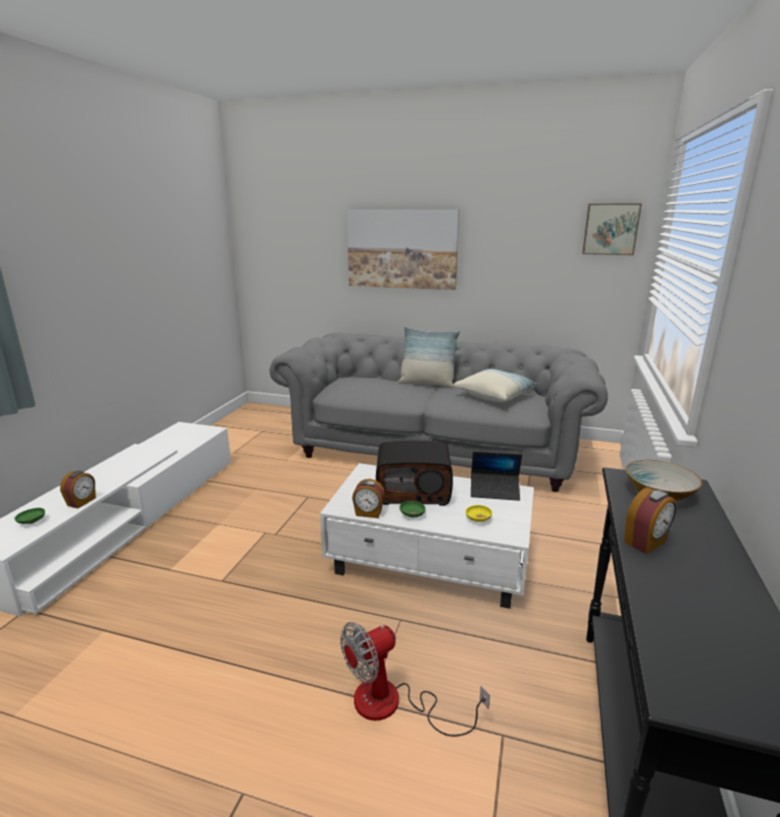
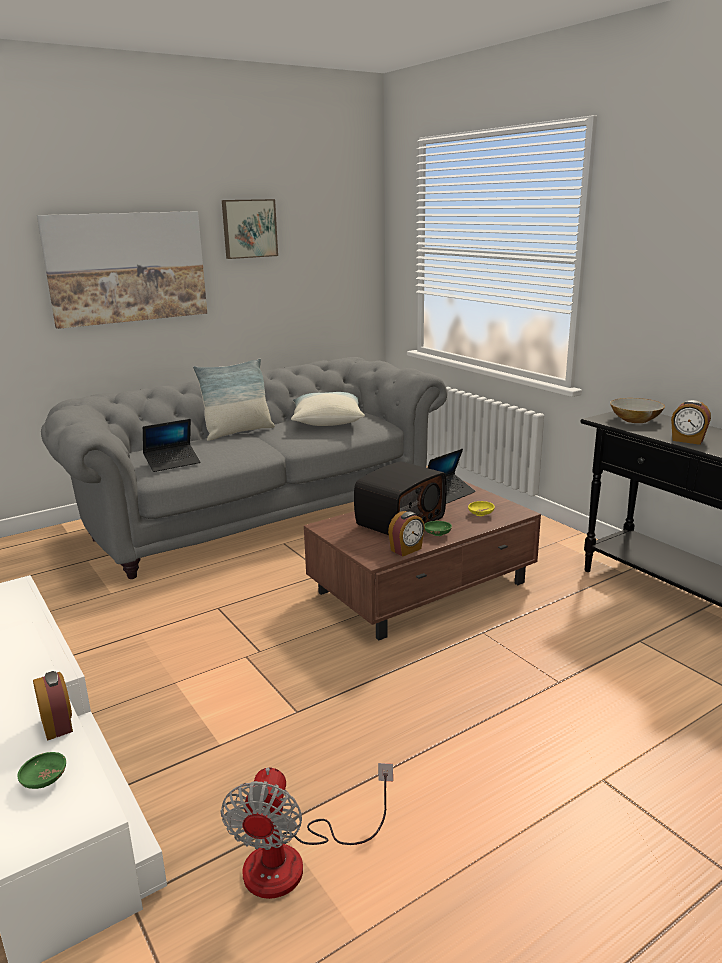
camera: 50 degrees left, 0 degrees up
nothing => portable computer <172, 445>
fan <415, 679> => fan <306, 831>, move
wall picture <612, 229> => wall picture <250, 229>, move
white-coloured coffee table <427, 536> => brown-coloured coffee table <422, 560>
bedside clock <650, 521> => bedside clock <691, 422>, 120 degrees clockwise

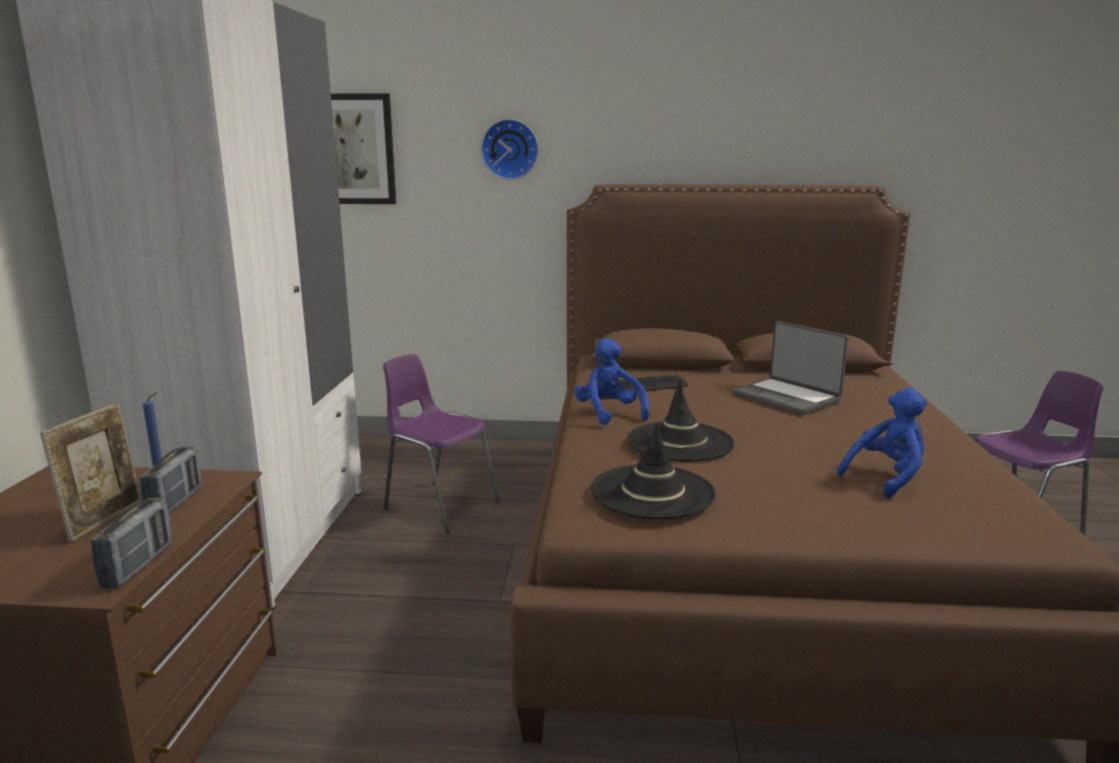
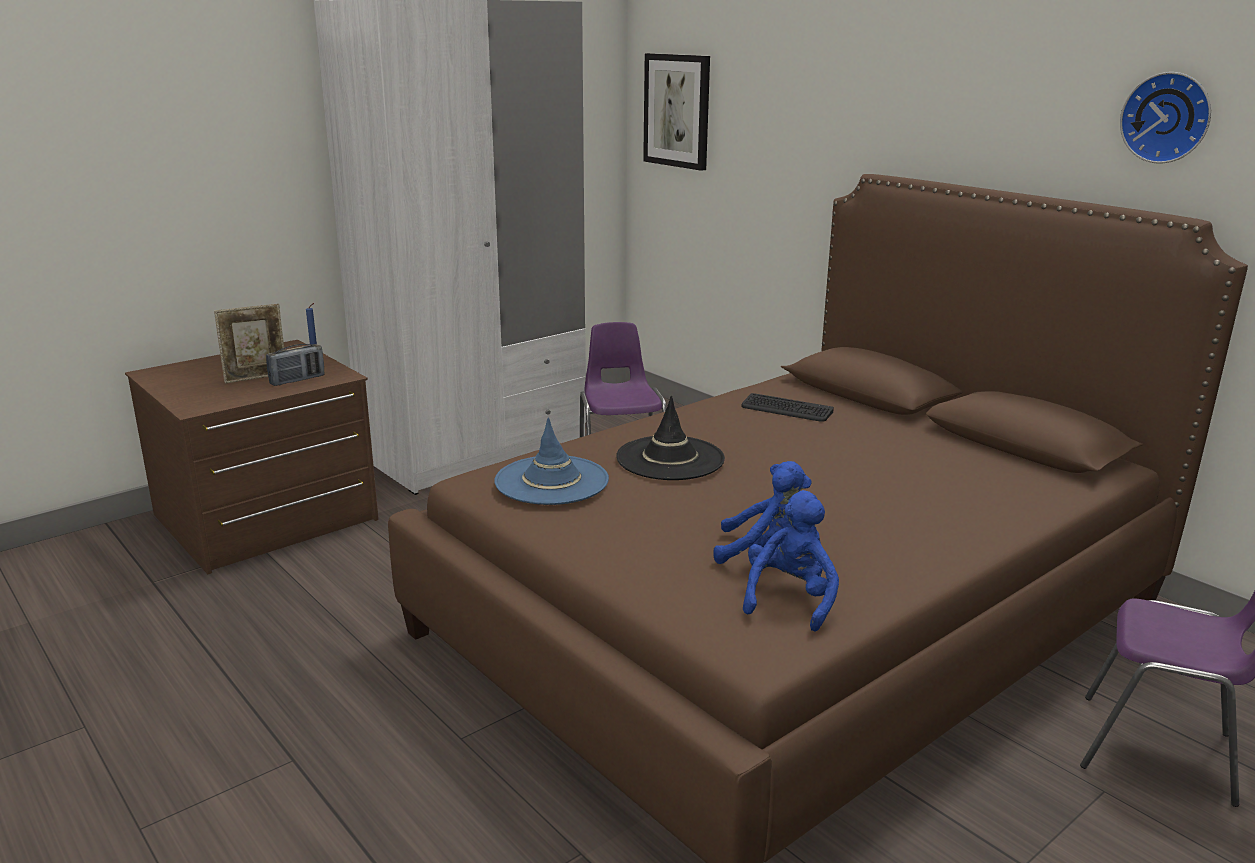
camera: 45 degrees right, 5 degrees up
black hat <653, 471> => bluish hat <551, 461>
bluish soft toy <611, 381> => bluish soft toy <791, 561>, move
wall clock <510, 149> => wall clock <1165, 117>, move
radio set <131, 543> => nothing
portable computer <791, 368> => nothing

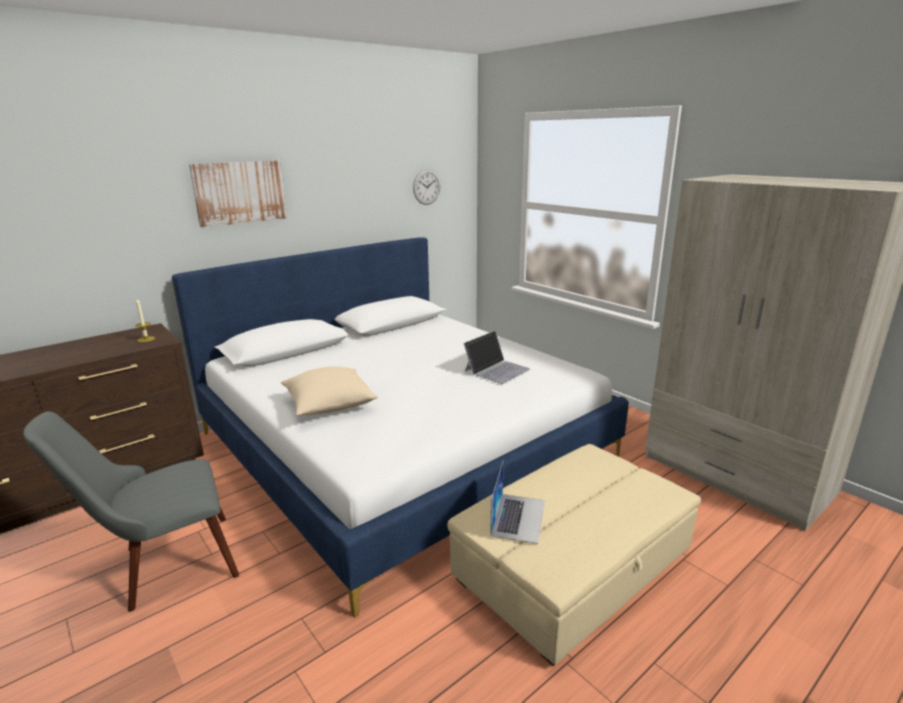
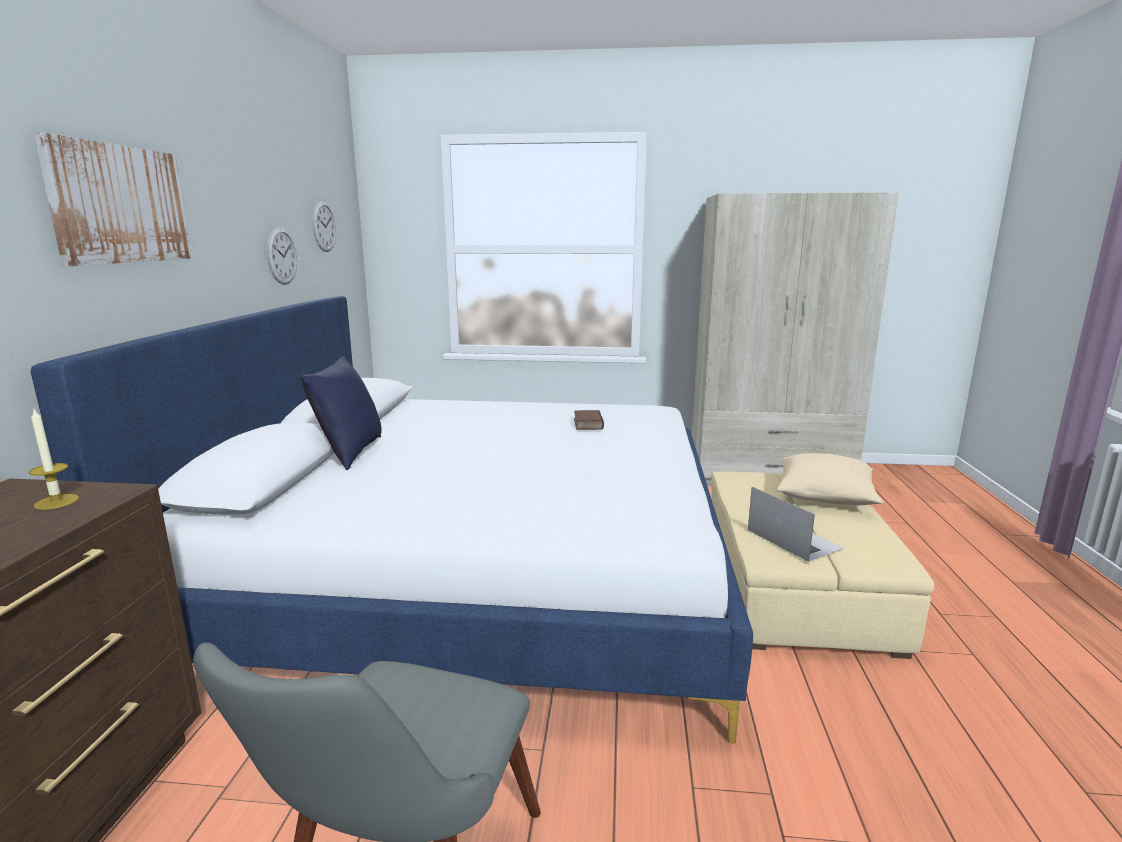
camera: 45 degrees left, 5 degrees down
nothing => wall clock <282, 256>
nothing => bluish cushion <341, 413>
portable computer <497, 357> => volume <589, 420>
beige-coloured cushion <329, 390> => beige-coloured cushion <830, 479>, move

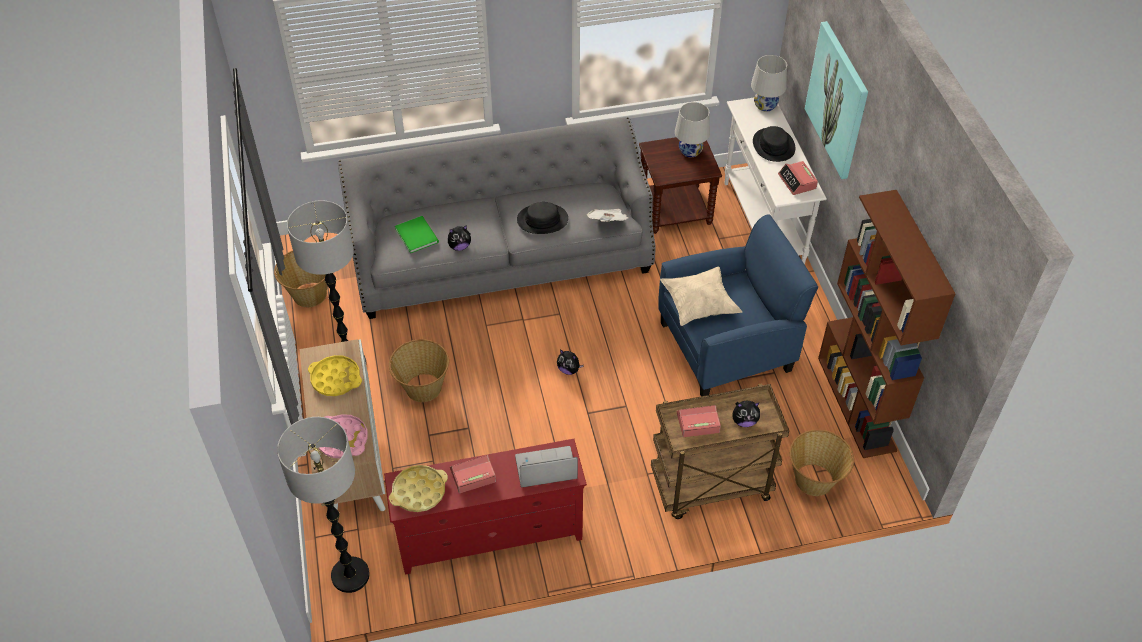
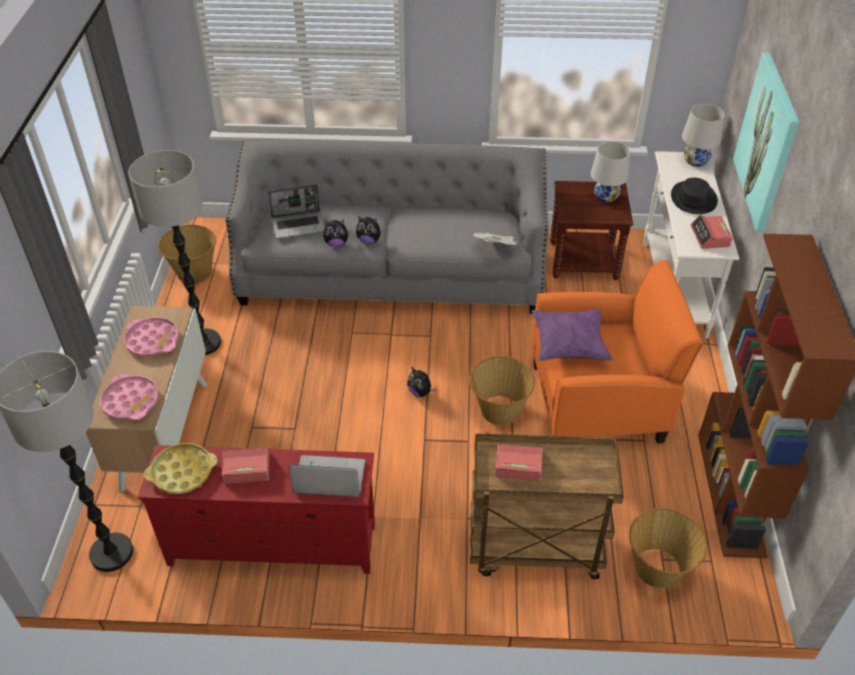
camera: 15 degrees right, 5 degrees down
yellow tray <335, 375> => pinkish tray <151, 337>
green-coloured volume <417, 234> => portable computer <296, 211>
soft toy <746, 414> => soft toy <370, 230>, move
household basket <419, 370> => household basket <502, 390>, move
bluish easy chair <738, 305> => orangey easy chair <617, 351>
beige-coloured cushion <701, 296> => purple cushion <572, 335>
black hat <542, 218> => nothing

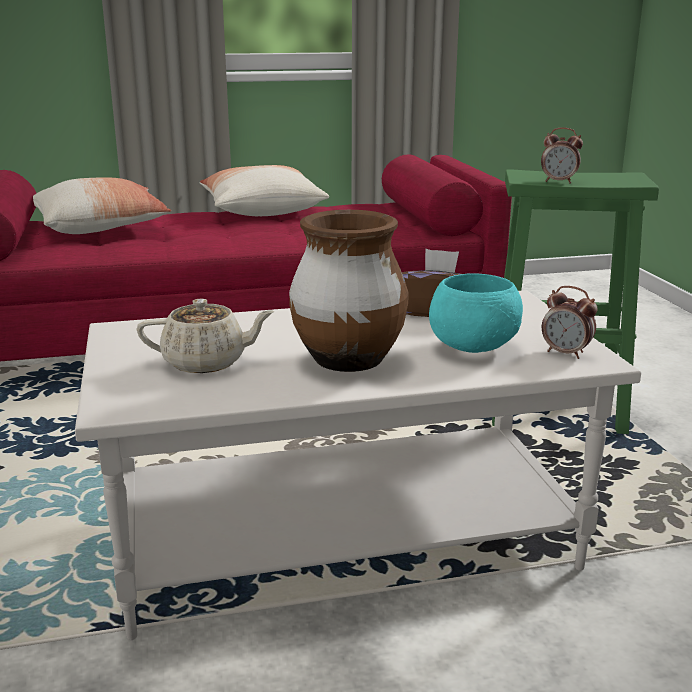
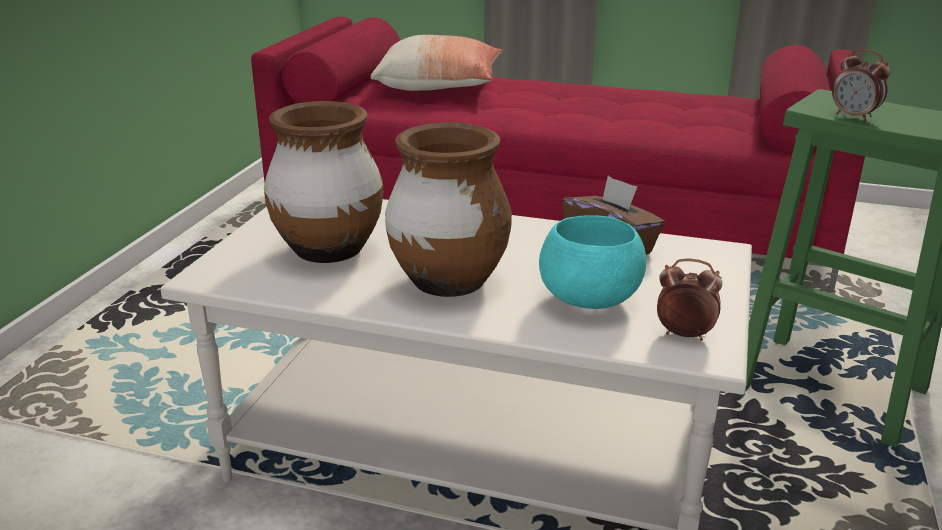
camera: 30 degrees right, 5 degrees up
beige-coloured teapot <205, 336> => brown-coloured flower vase <323, 182>
bedside clock <570, 322> => bedside clock <690, 300>, 135 degrees clockwise
cushion <264, 190> => nothing

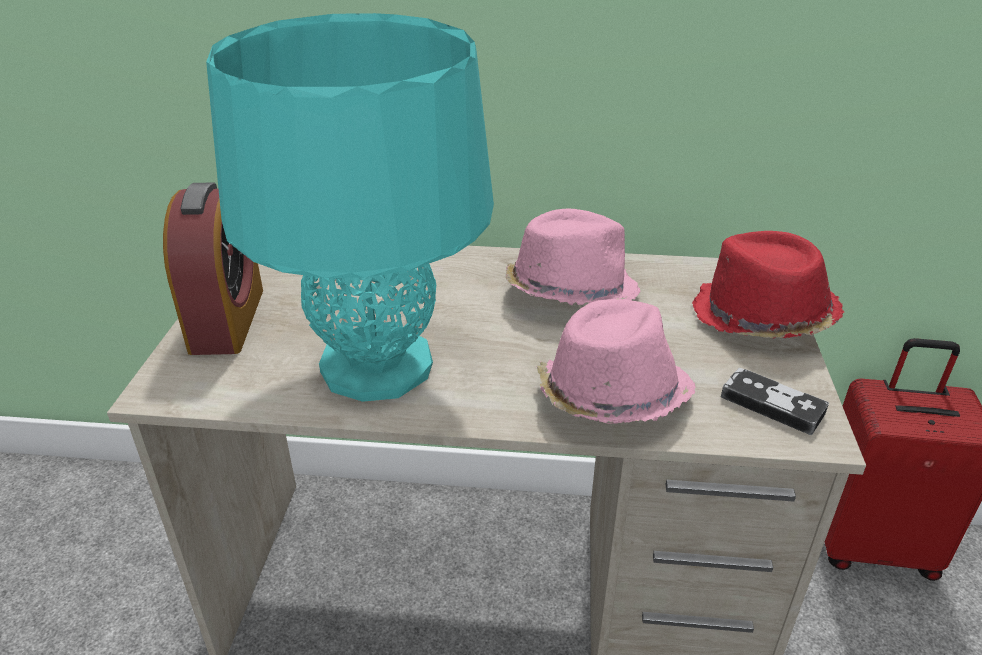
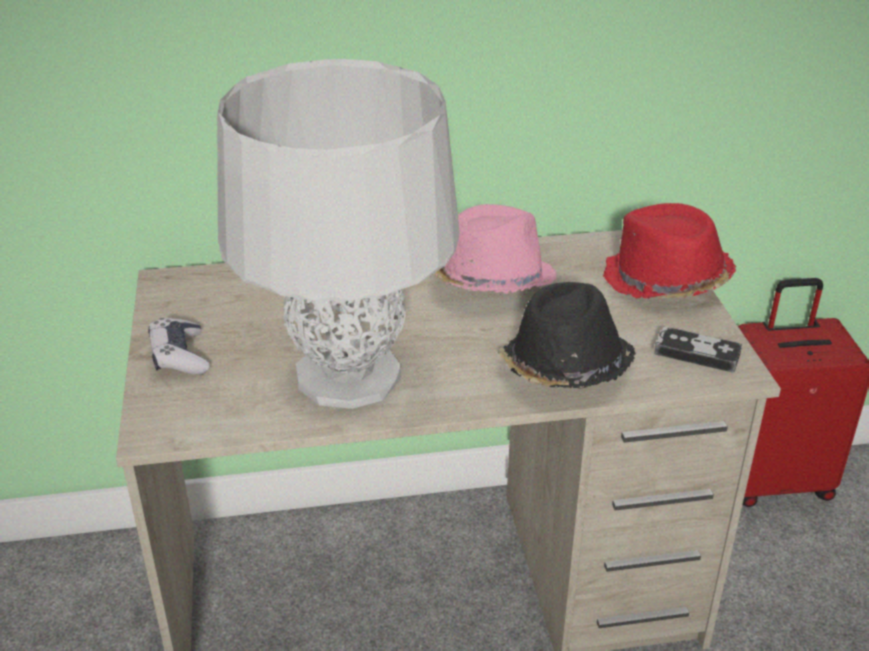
camera: 15 degrees left, 0 degrees up
bedside clock <213, 269> => game controller <178, 346>
turquoise lamp for a table <350, 207> => greyish lamp for a table <338, 234>
pinkish hat <616, 361> => black hat <567, 335>

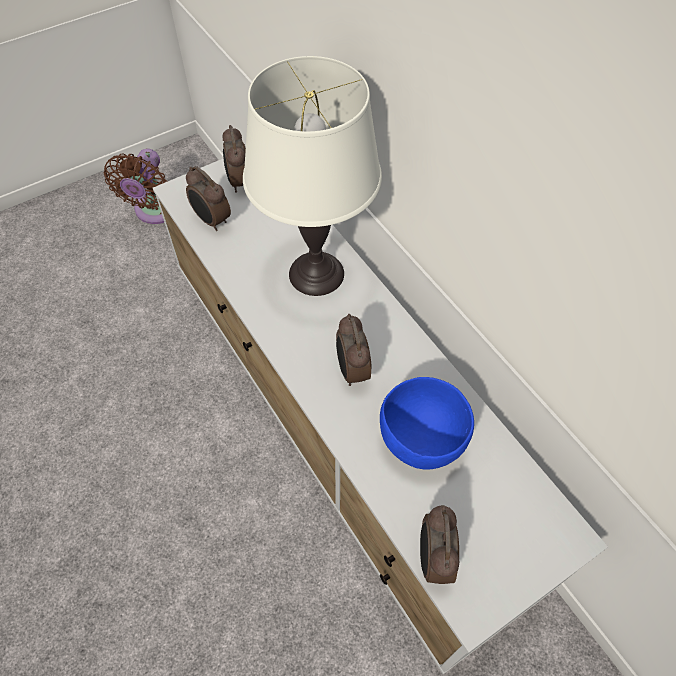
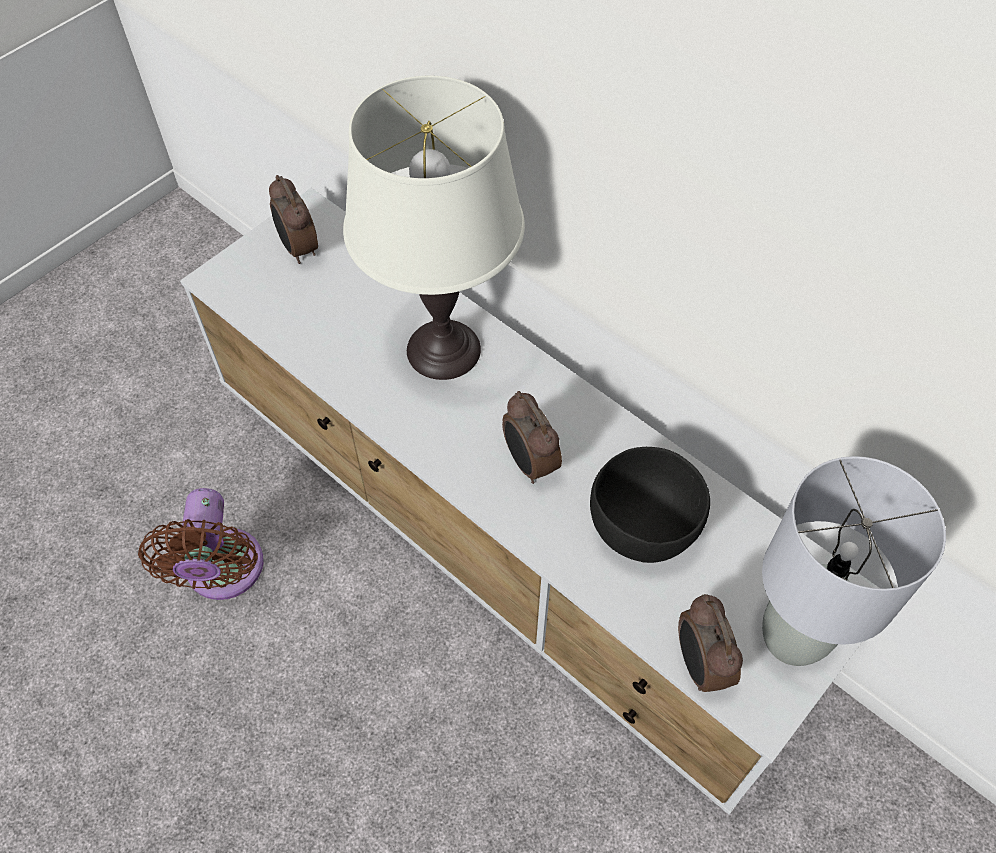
camera: 15 degrees left, 0 degrees up
brown-coloured fan <136, 186> => brown-coloured fan <201, 544>, move
bluish deep dish <427, 423> => black deep dish <650, 505>
nothing => greyish lamp for a table <854, 561>
bedside clock <208, 198> => nothing

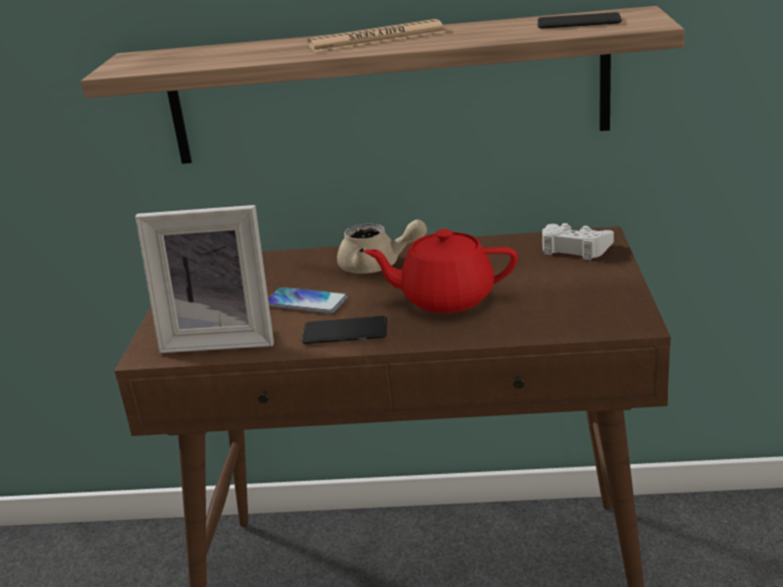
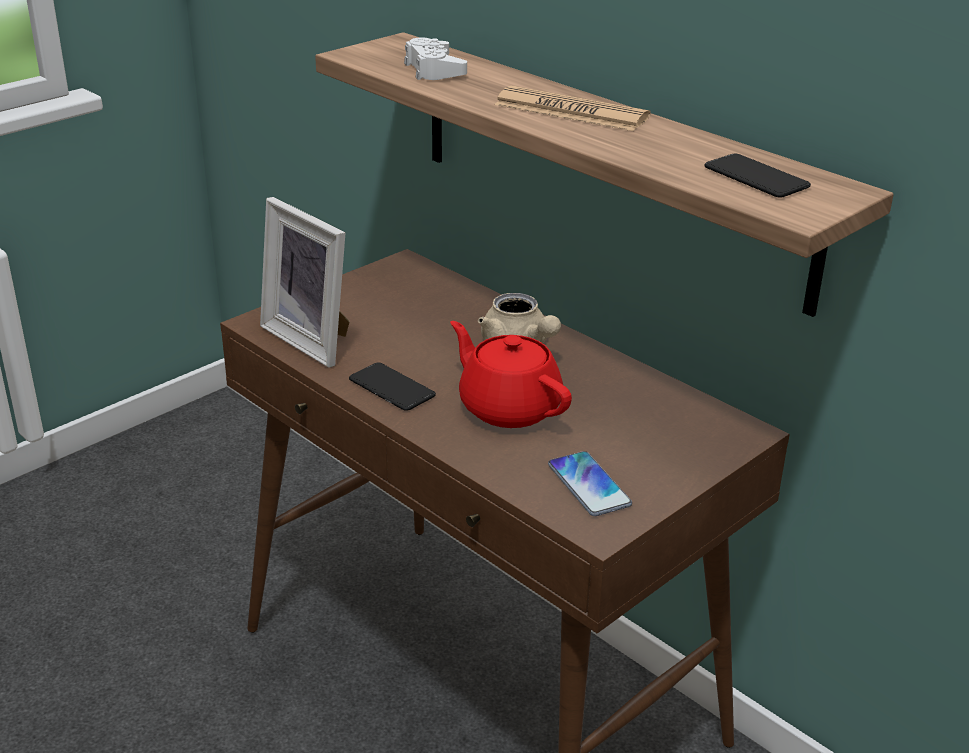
camera: 40 degrees right, 5 degrees up
white-coloured game controller <578, 242> => white-coloured game controller <435, 58>, move
phone <308, 300> => phone <590, 483>, move

